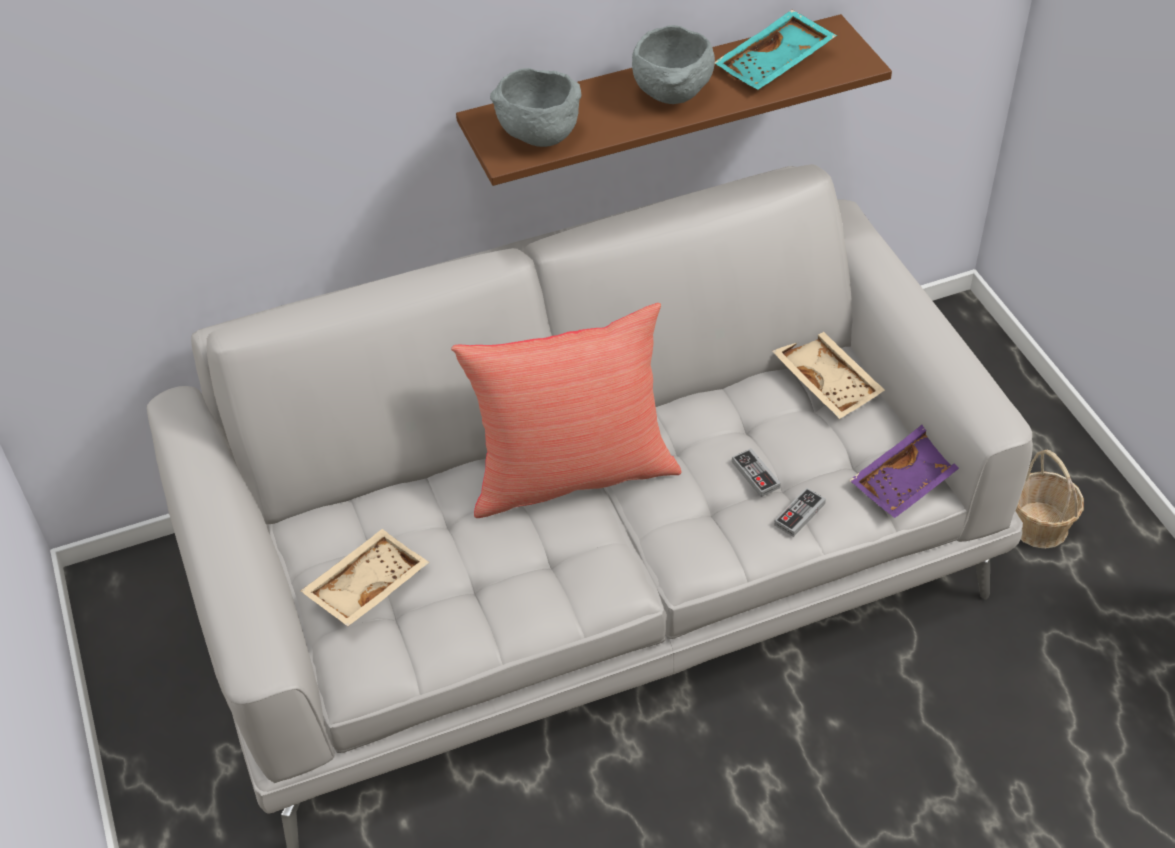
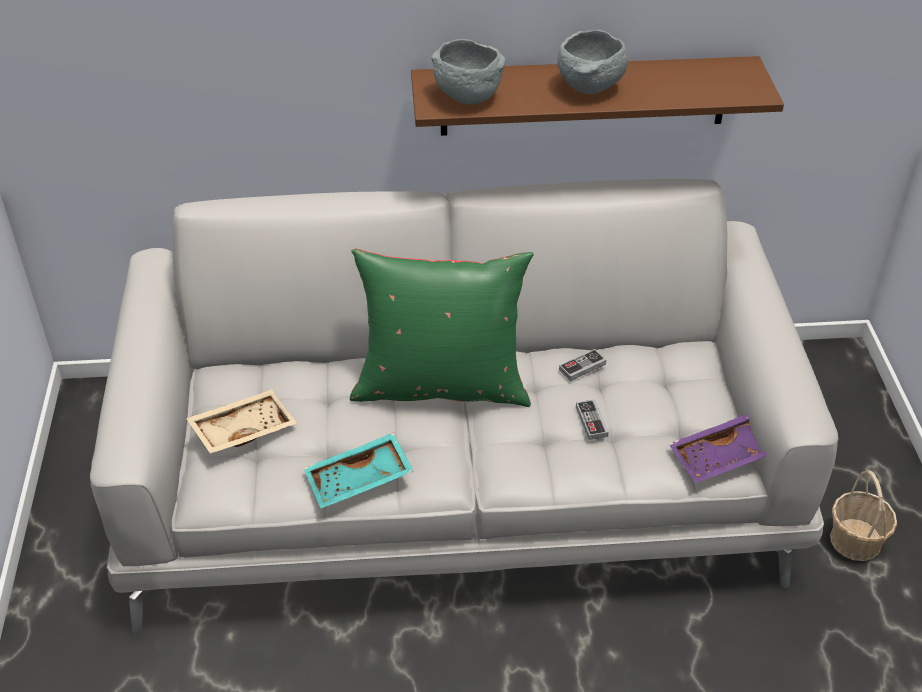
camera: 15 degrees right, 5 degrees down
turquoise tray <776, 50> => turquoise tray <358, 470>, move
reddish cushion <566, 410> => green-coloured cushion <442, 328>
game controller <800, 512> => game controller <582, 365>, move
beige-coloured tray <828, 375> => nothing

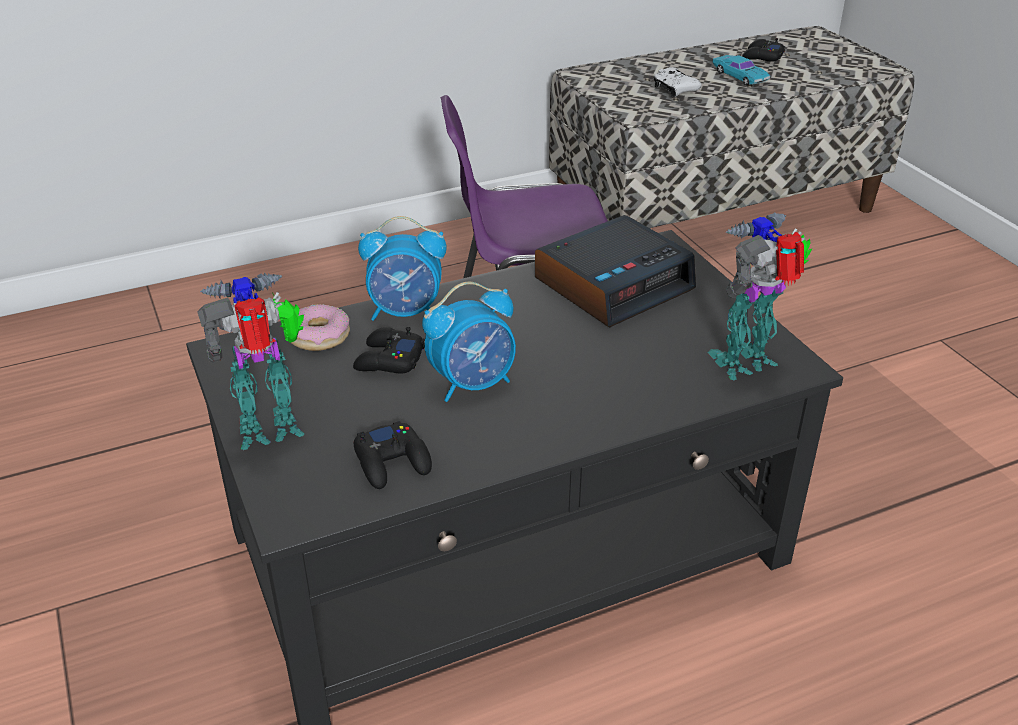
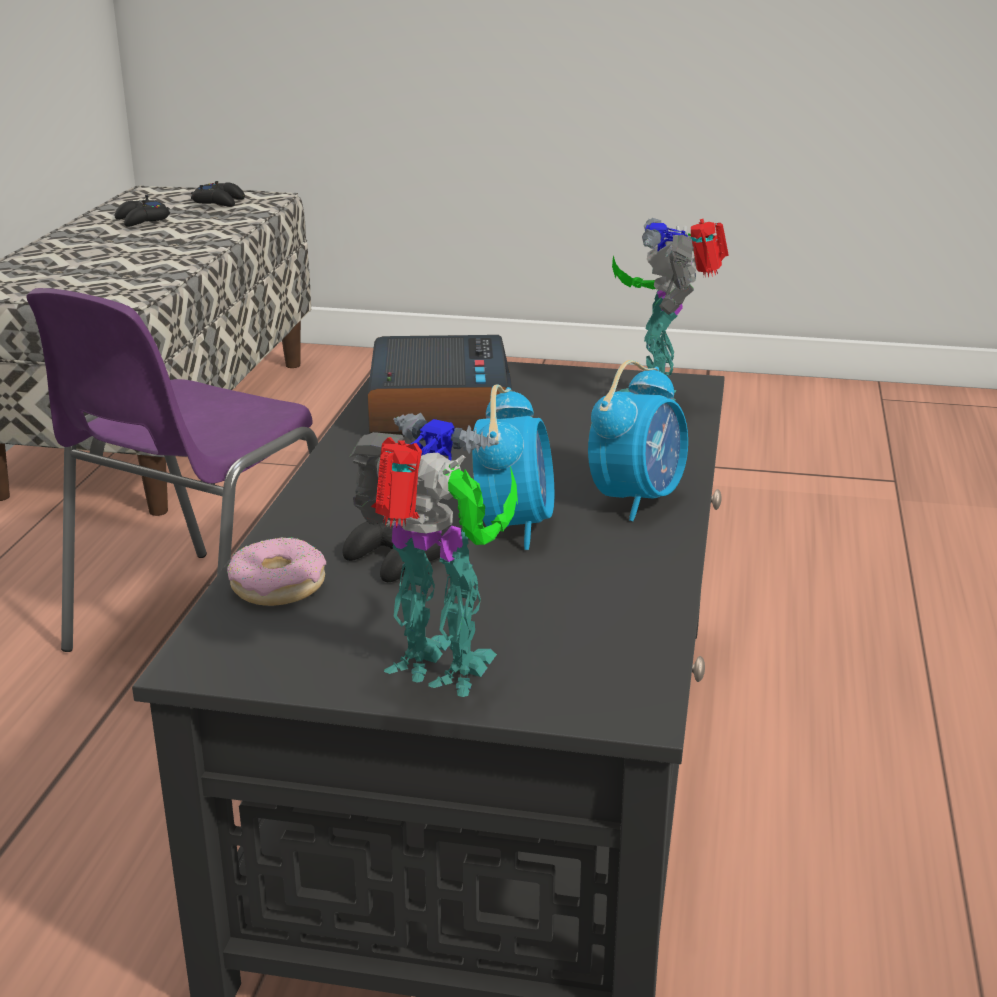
camera: 55 degrees left, 10 degrees down
black game controller <392, 455> => black game controller <218, 194>, move
robot figure <251, 361> => robot figure <433, 555>, 105 degrees clockwise
bedside clock <402, 268> => bedside clock <638, 440>, move
white-coloured game controller <678, 82> => nothing
turquoise miniature car <741, 70> => nothing

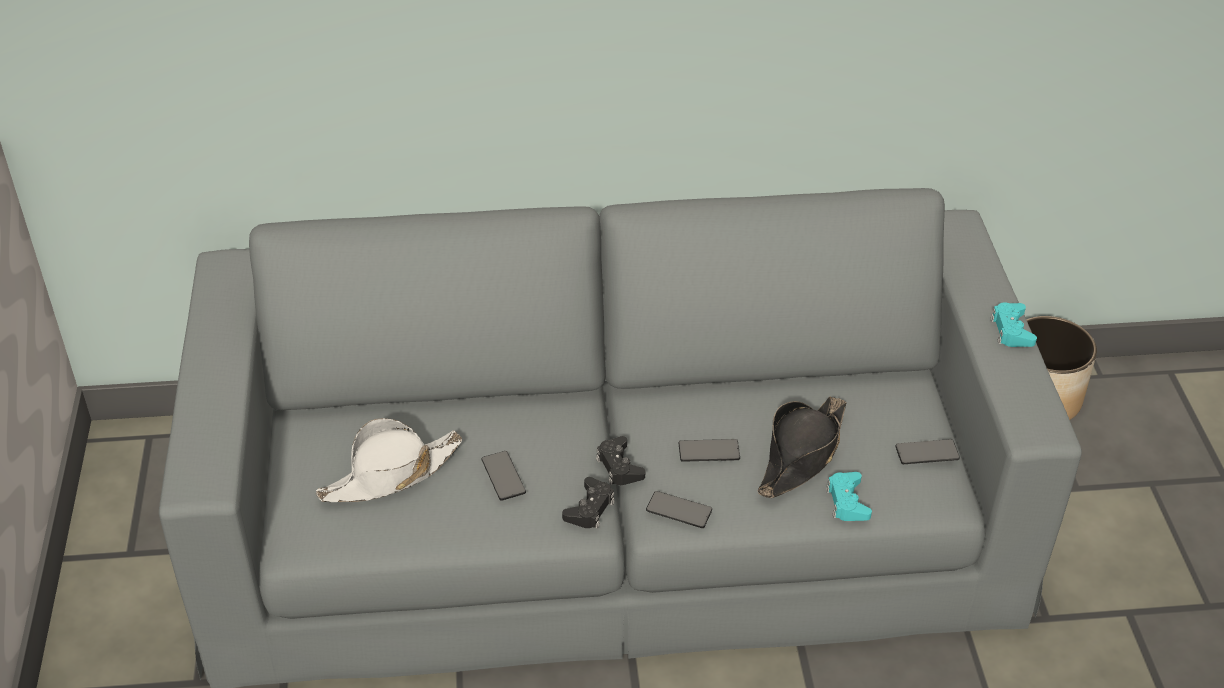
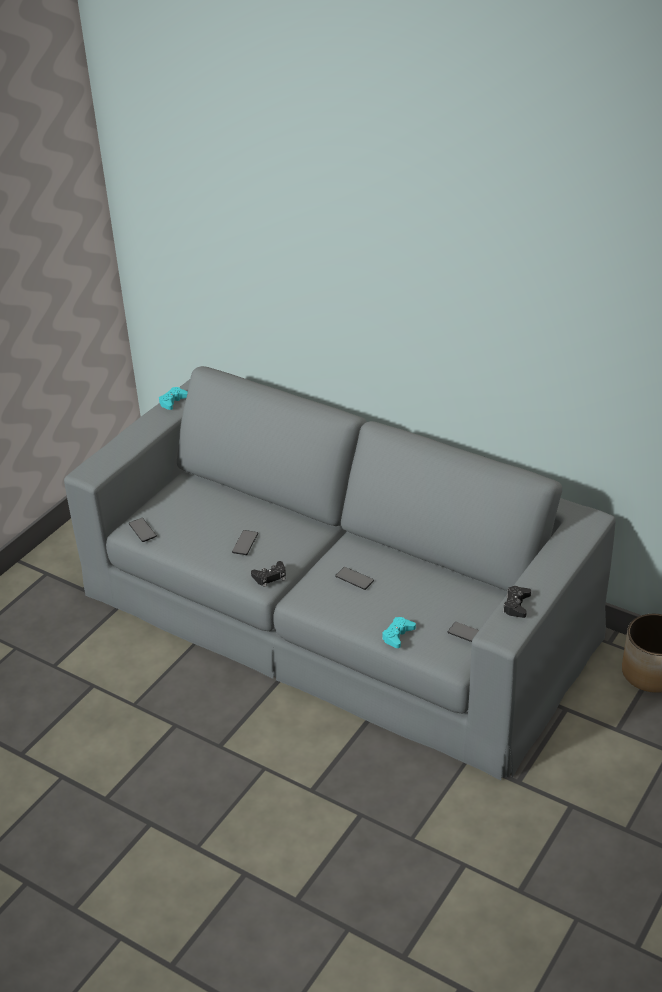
camera: 40 degrees right, 5 degrees down
phone <679, 509> => phone <143, 530>, move
turquoise game controller <1013, 324> => turquoise game controller <173, 398>, move
black game controller <620, 460> => black game controller <517, 602>, move
white-coloured hat <389, 460> => nothing
black hat <802, 447> => nothing

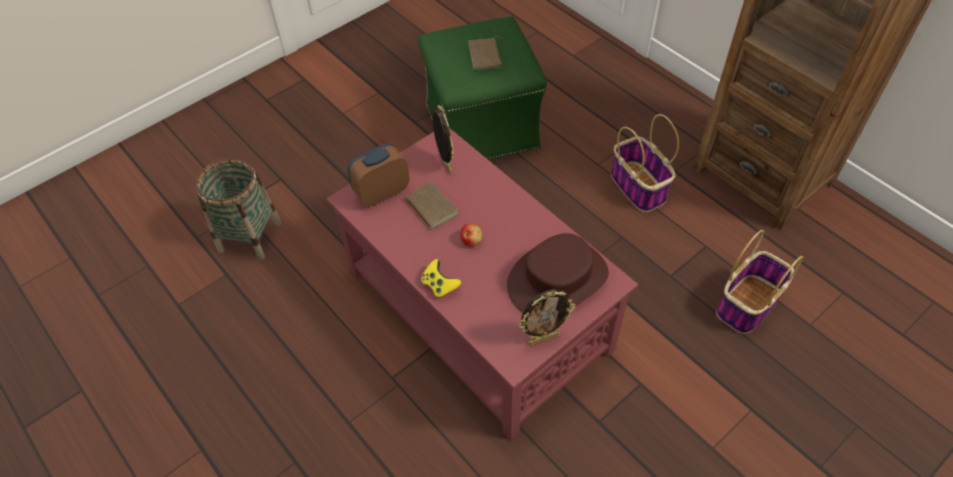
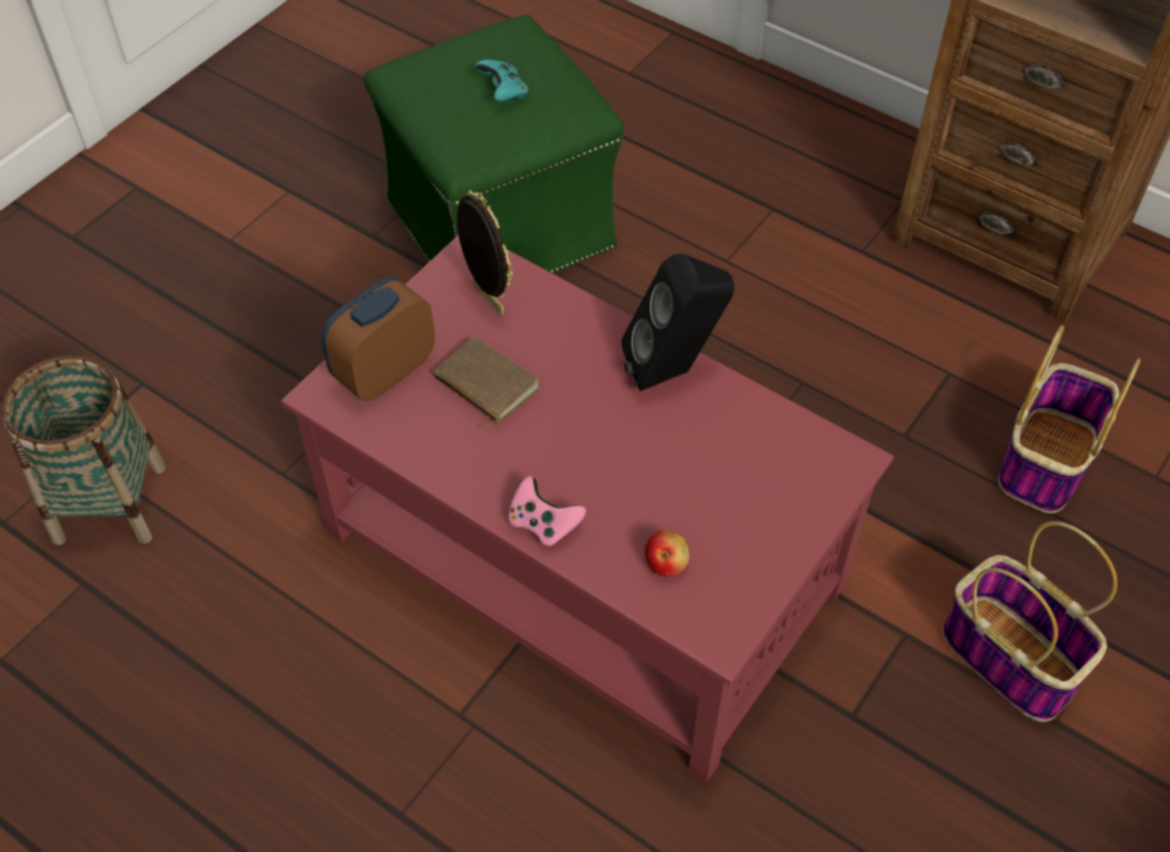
camera: 15 degrees left, 0 degrees up
brown-coloured volume <485, 53> => turquoise game controller <501, 81>
yellow game controller <441, 278> => pinkish game controller <547, 511>
nothing => black loudspeaker <677, 322>
apple <471, 235> => apple <667, 553>, move
household basket <645, 163> => household basket <1029, 621>, move
brown-coloured hat <558, 272> => nothing
photo frame <547, 317> => nothing

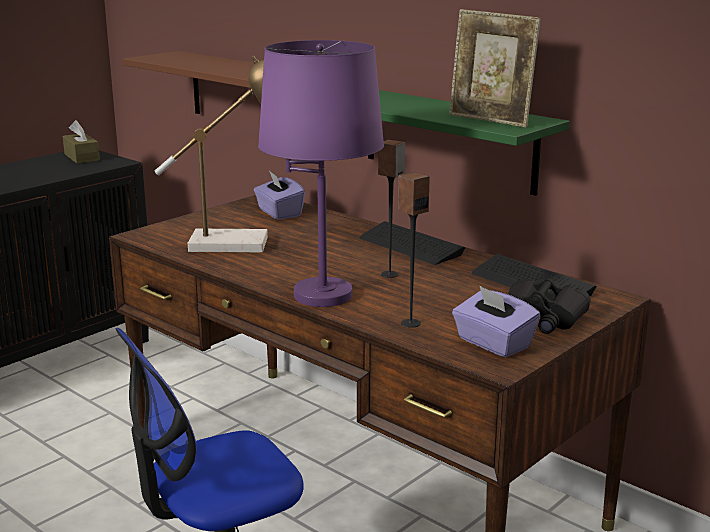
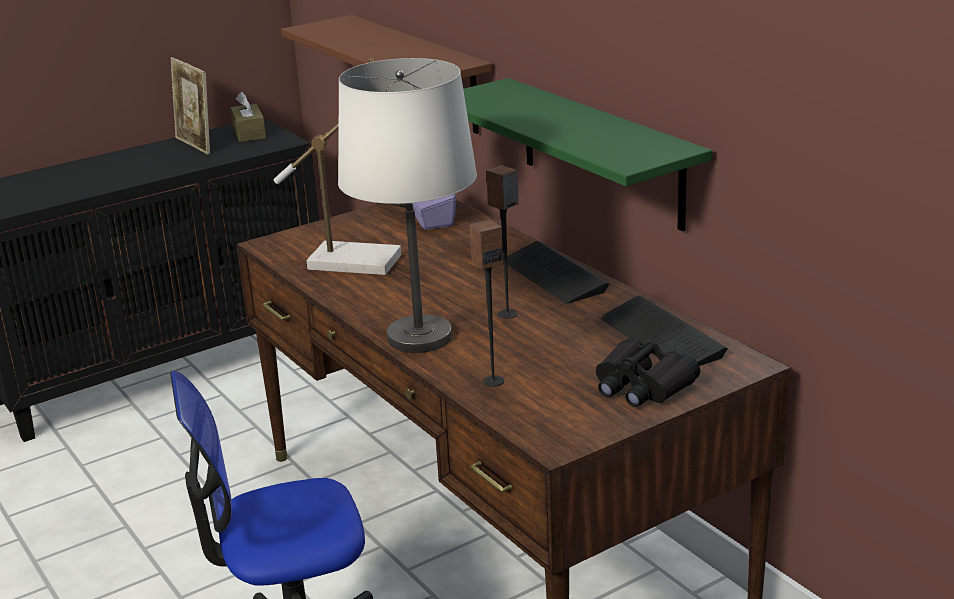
camera: 15 degrees right, 5 degrees up
photo frame <495, 68> => photo frame <190, 106>, move
purple lamp for a table <321, 173> => white-coloured lamp for a table <407, 205>
purple tissue holder <496, 321> => nothing

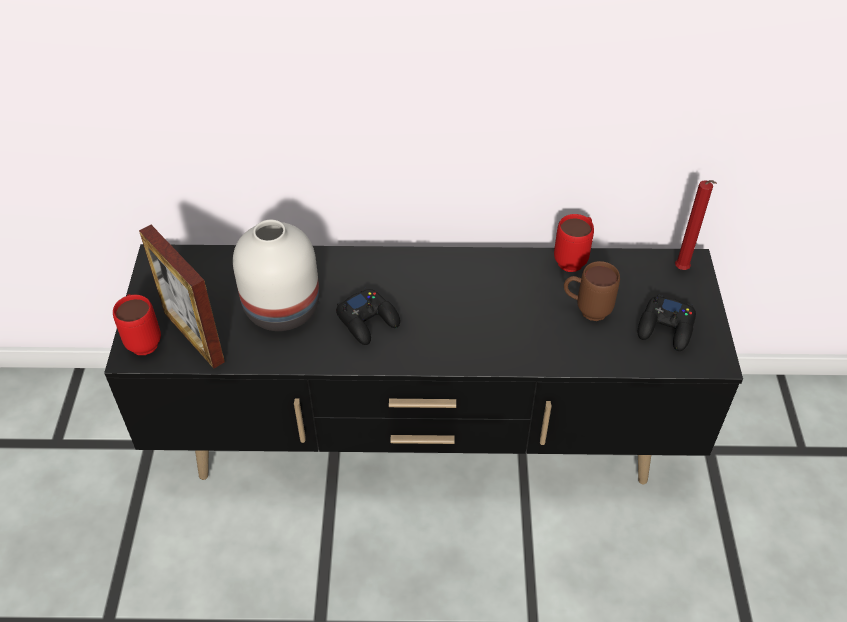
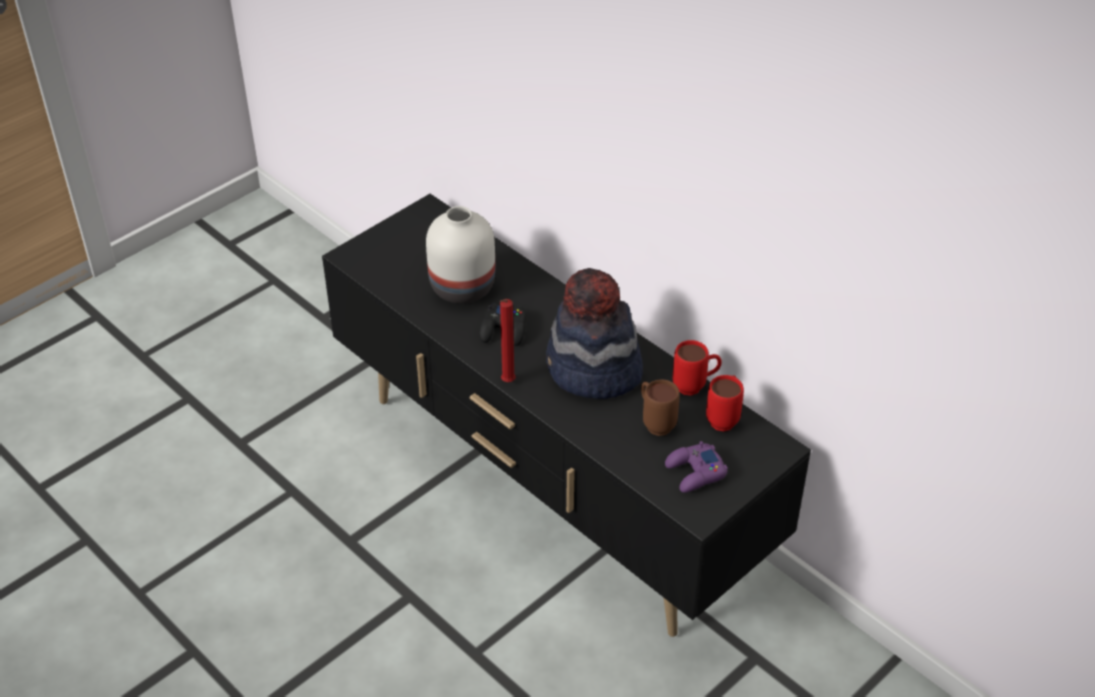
camera: 45 degrees right, 5 degrees down
reddish wax candle <696, 225> => reddish wax candle <508, 340>, move
nothing => hat <594, 333>
black game controller <666, 323> => purple game controller <696, 467>
reddish coffee mug <137, 324> => reddish coffee mug <725, 403>, move
photo frame <182, 297> => nothing

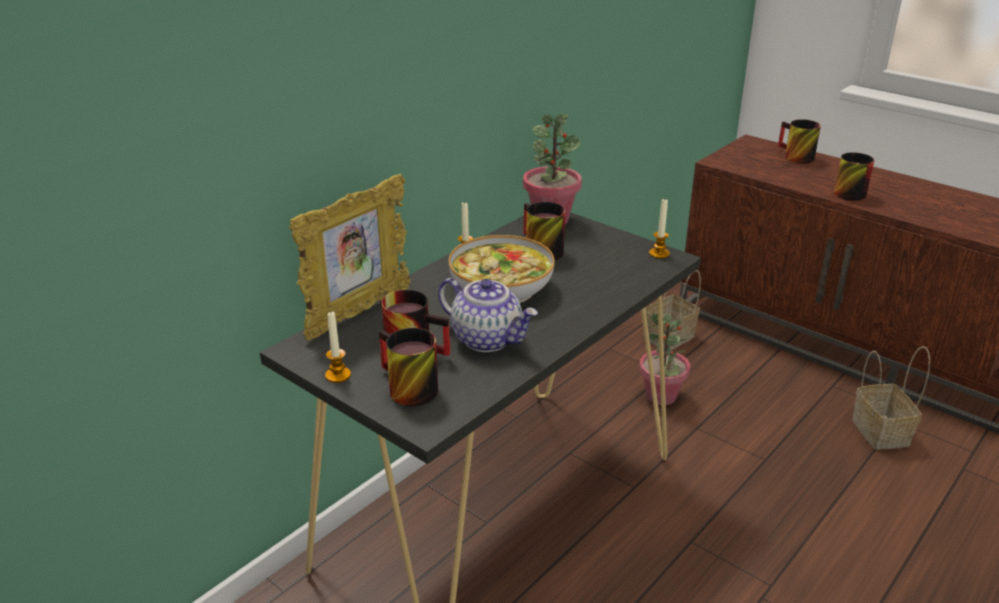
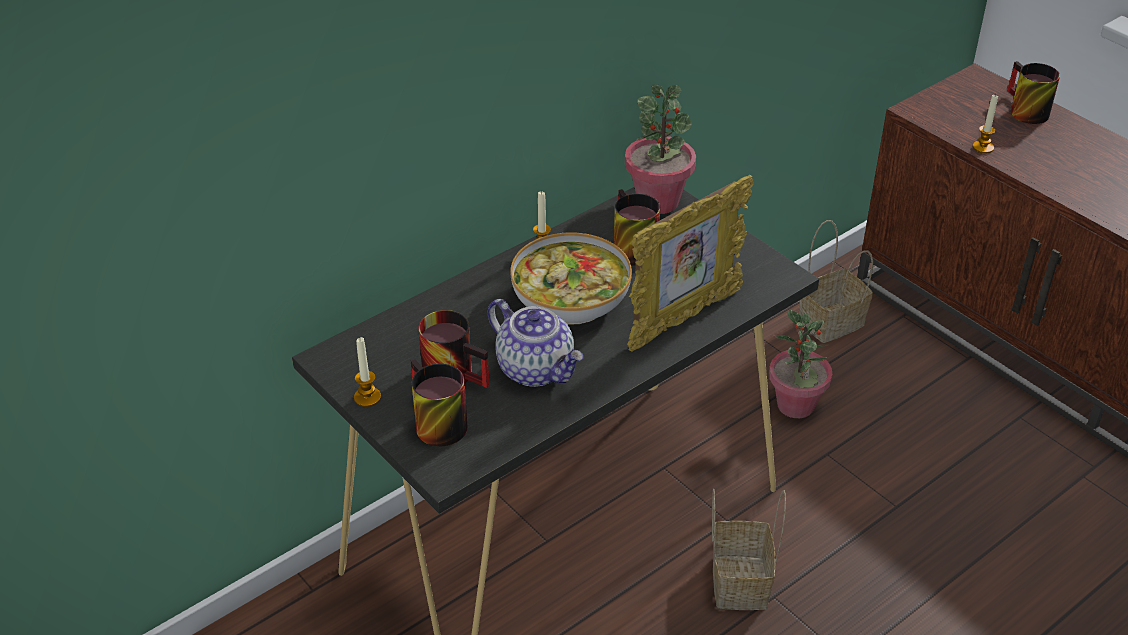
camera: 10 degrees right, 10 degrees up
photo frame <350, 257> => photo frame <690, 263>, move
household basket <891, 398> => household basket <749, 549>, move
wax candle <659, 228> => wax candle <985, 124>, move
coffee mug <854, 176> => nothing

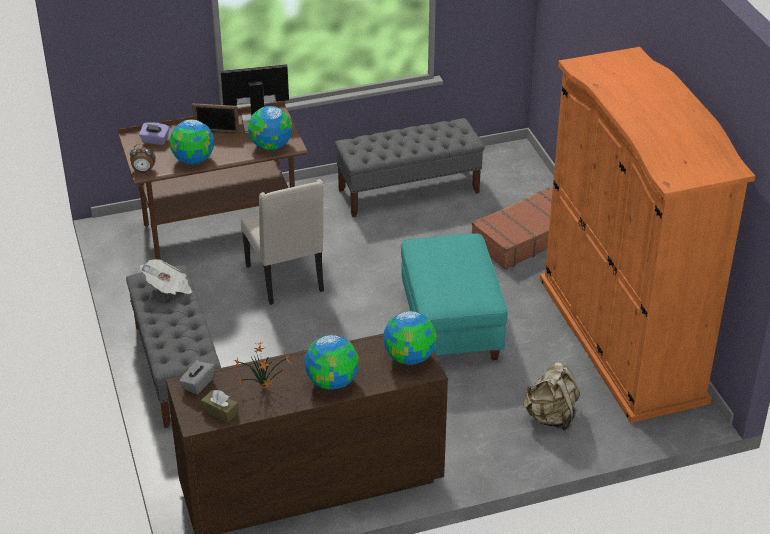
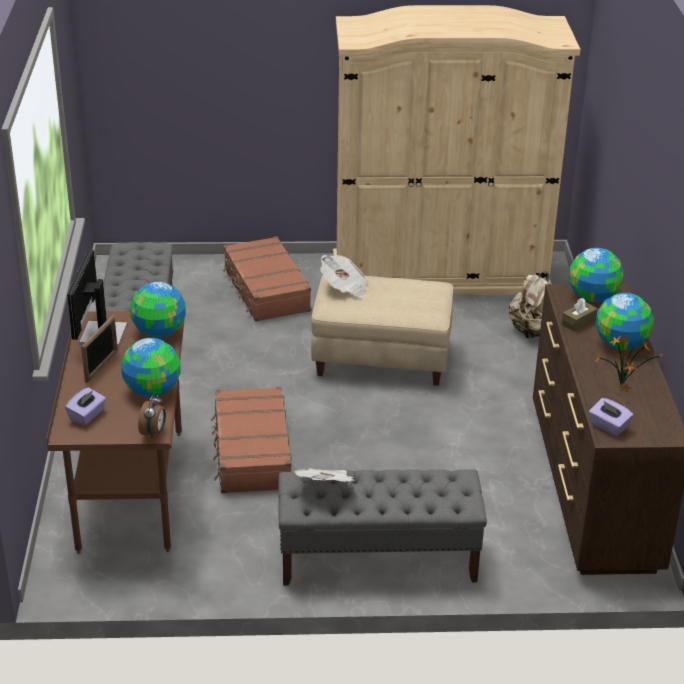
camera: 75 degrees left, 5 degrees down
beige-coloured chair <282, 242> => brown-coloured suitcase <251, 440>
turquoise ottoman <454, 296> => beige-coloured ottoman <382, 330>
nothing => printed paper <344, 276>
orangey clothes cupboard <647, 235> => beige-coloured clothes cupboard <456, 150>
brown-coloured tissue holder <220, 406> => brown-coloured tissue holder <579, 315>, move
greyish tissue holder <197, 377> => purple tissue holder <611, 417>

